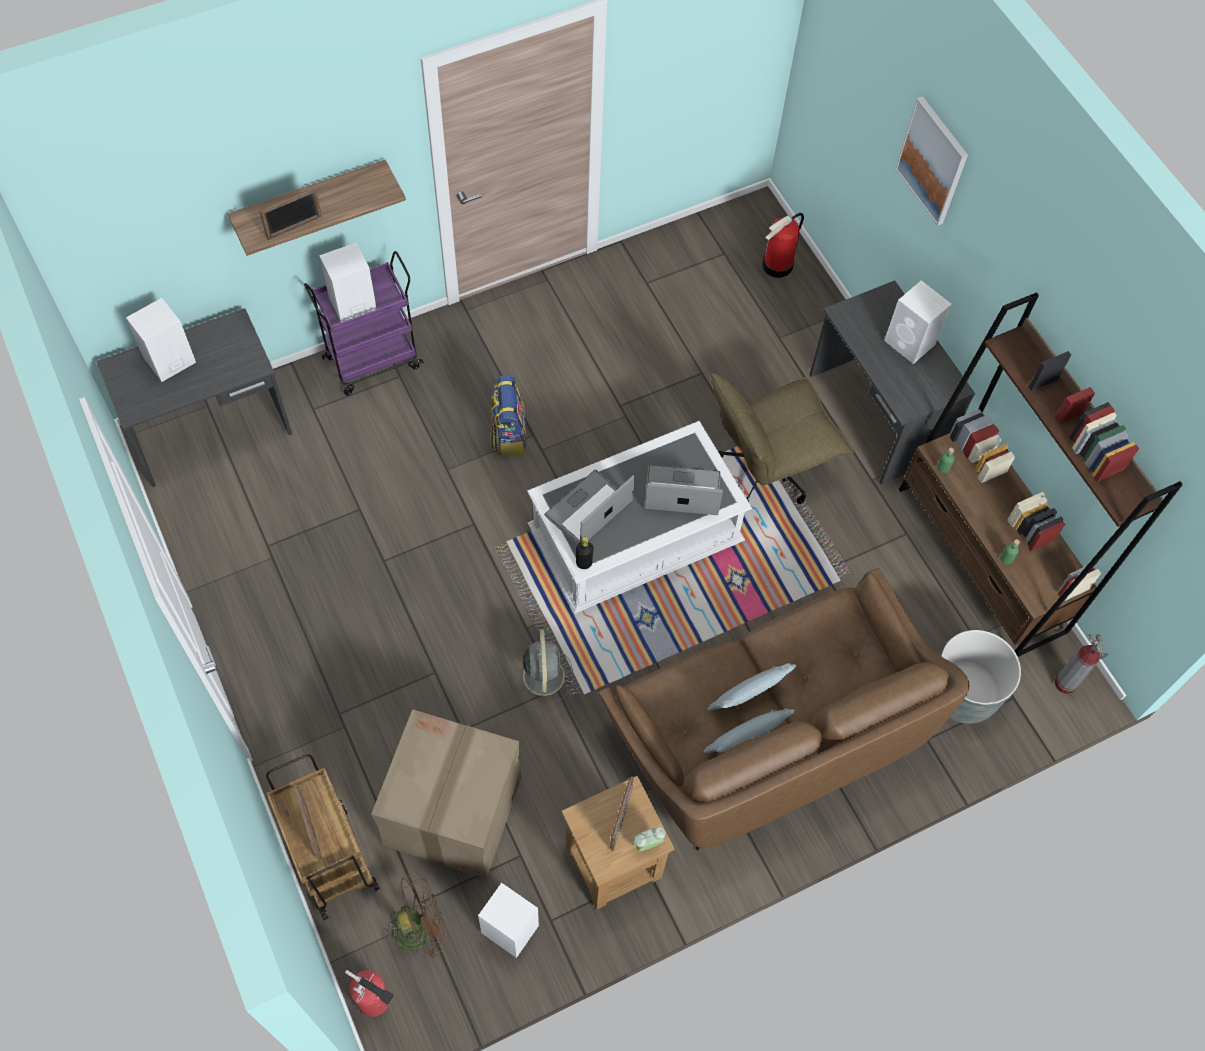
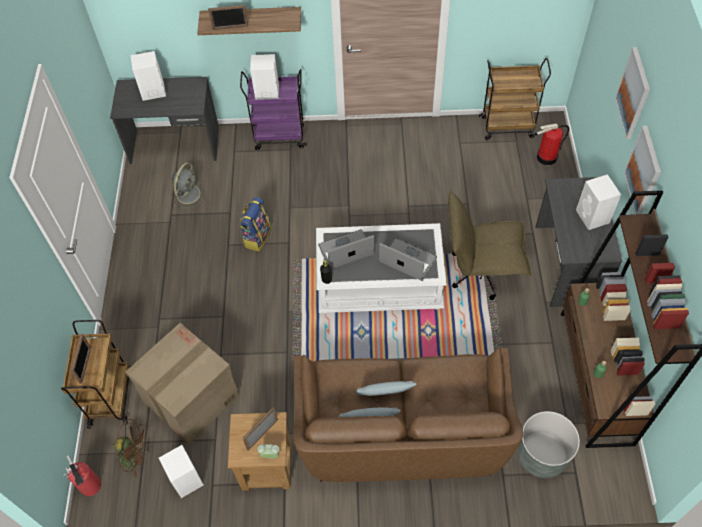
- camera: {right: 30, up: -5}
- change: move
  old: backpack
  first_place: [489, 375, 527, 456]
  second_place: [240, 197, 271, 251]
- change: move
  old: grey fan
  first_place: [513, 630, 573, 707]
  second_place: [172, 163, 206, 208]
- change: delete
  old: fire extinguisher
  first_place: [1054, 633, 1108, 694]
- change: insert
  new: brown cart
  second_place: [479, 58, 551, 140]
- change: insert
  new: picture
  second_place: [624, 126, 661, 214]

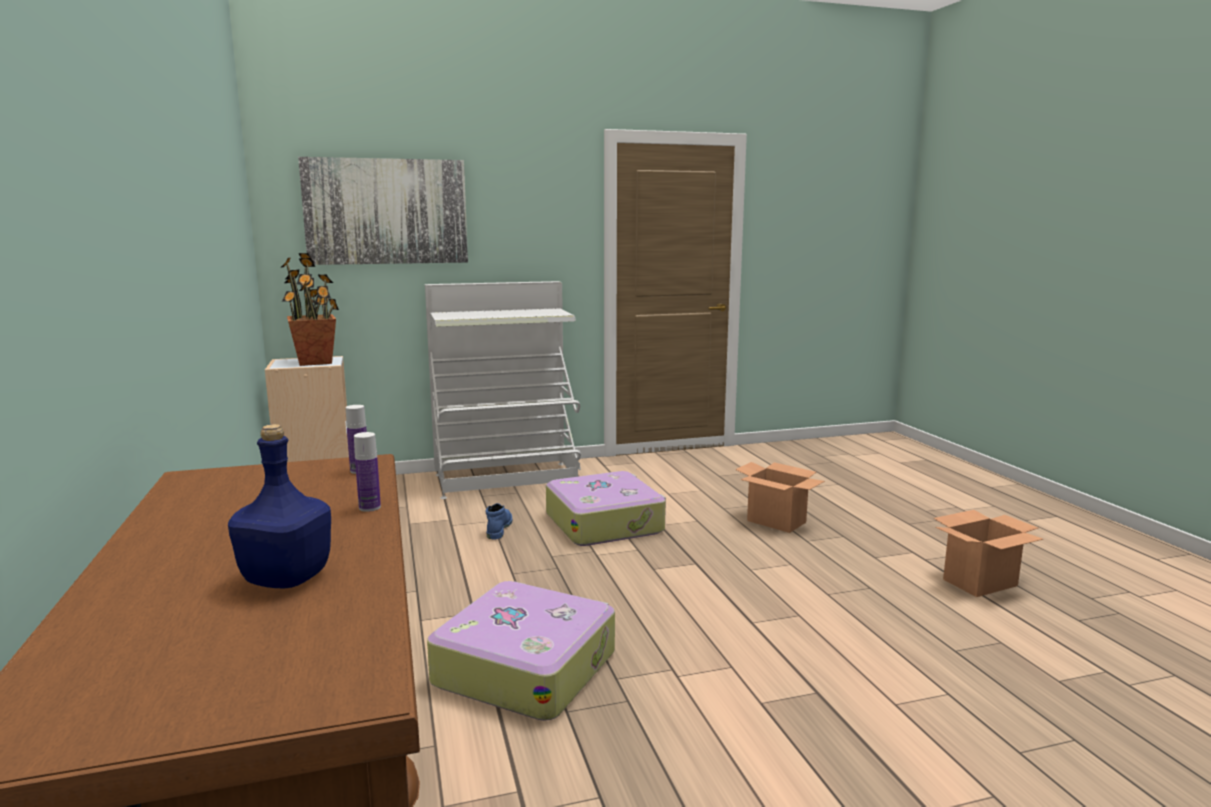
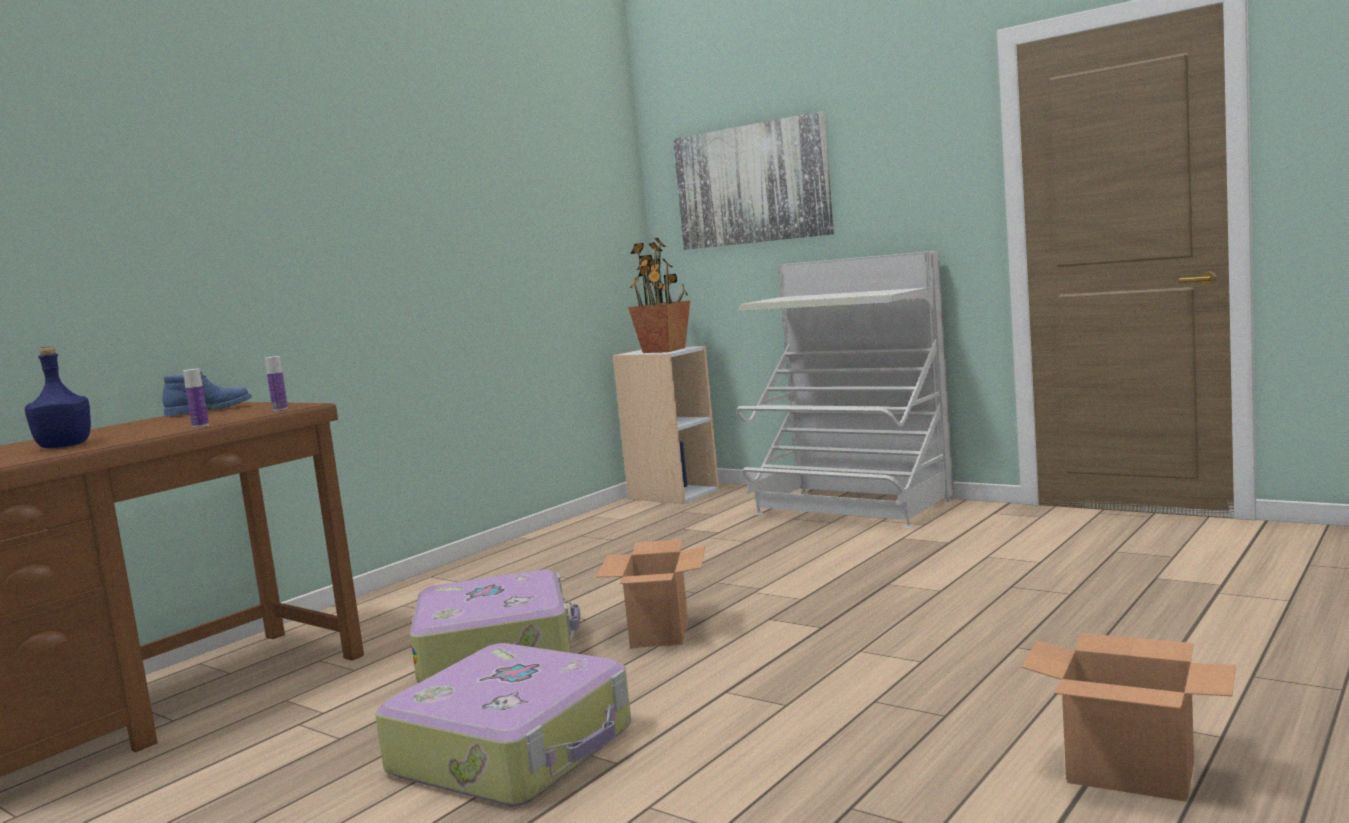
- camera: {right: 55, up: -5}
- change: move
  old: cardboard box
  first_place: [735, 462, 825, 533]
  second_place: [596, 539, 705, 648]
- change: move
  old: suitcase
  first_place: [546, 471, 666, 546]
  second_place: [375, 643, 631, 806]
- change: move
  old: blue boot
  first_place: [485, 503, 513, 539]
  second_place: [163, 372, 252, 417]

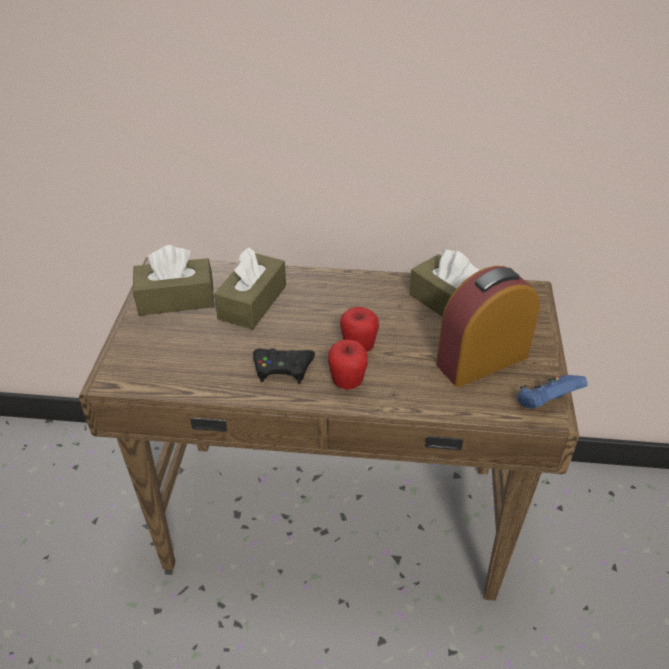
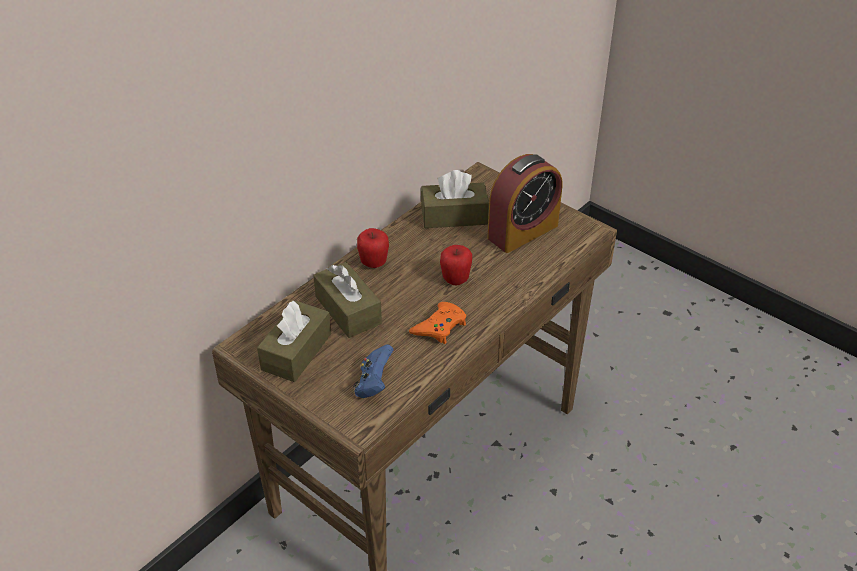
- camera: {right: -55, up: 0}
- change: rotate
  old: alarm clock
  first_place: [436, 266, 540, 387]
  second_place: [488, 154, 562, 253]
  degrees: -135
- change: move
  old: apple
  first_place: [328, 340, 368, 389]
  second_place: [357, 228, 389, 268]
- change: recolor
  old: black game controller
  new: orange game controller
  first_place: [253, 348, 315, 384]
  second_place: [409, 302, 466, 344]
- change: move
  old: blue game controller
  first_place: [517, 375, 587, 409]
  second_place: [353, 344, 393, 398]

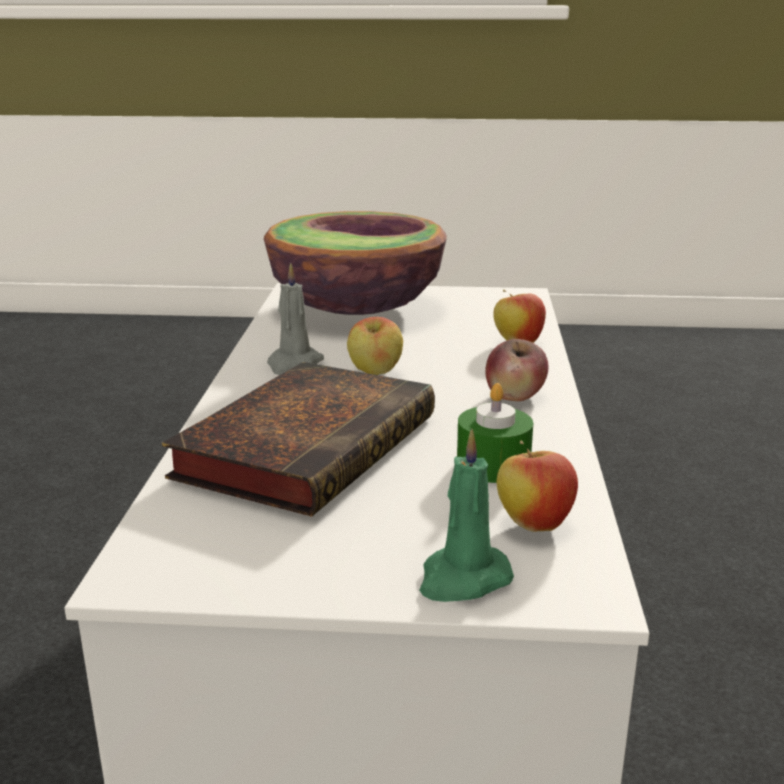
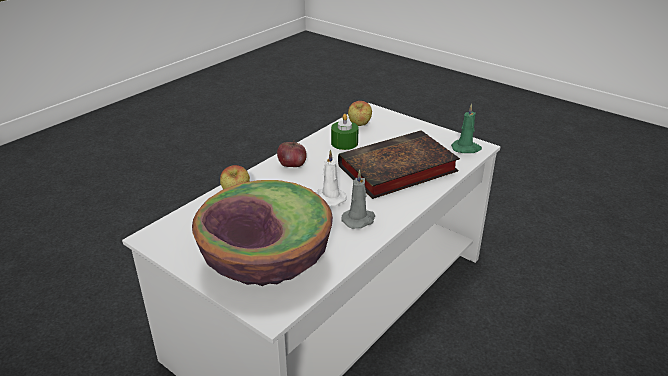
- camera: {right: -145, up: 10}
- change: replace
  old: apple
  new: white candle
  first_place: [347, 317, 403, 375]
  second_place: [317, 149, 347, 207]
- change: move
  old: green candle
  first_place: [419, 428, 514, 602]
  second_place: [451, 104, 482, 153]

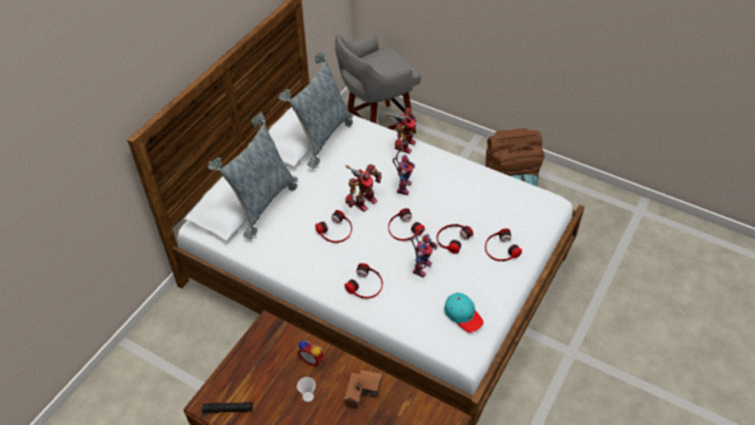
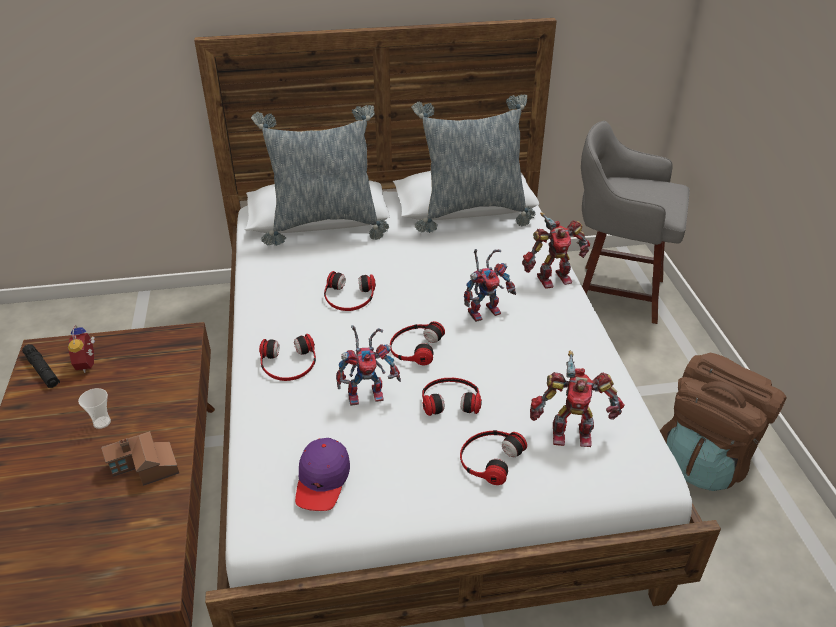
- camera: {right: 50, up: -10}
- change: move
  old: toy robot
  first_place: [345, 164, 382, 212]
  second_place: [530, 351, 625, 447]
- change: recolor
  old: turquoise cap
  new: purple cap
  first_place: [444, 293, 484, 333]
  second_place: [295, 438, 350, 511]
- change: move
  old: alarm clock
  first_place: [297, 340, 324, 366]
  second_place: [68, 324, 95, 373]

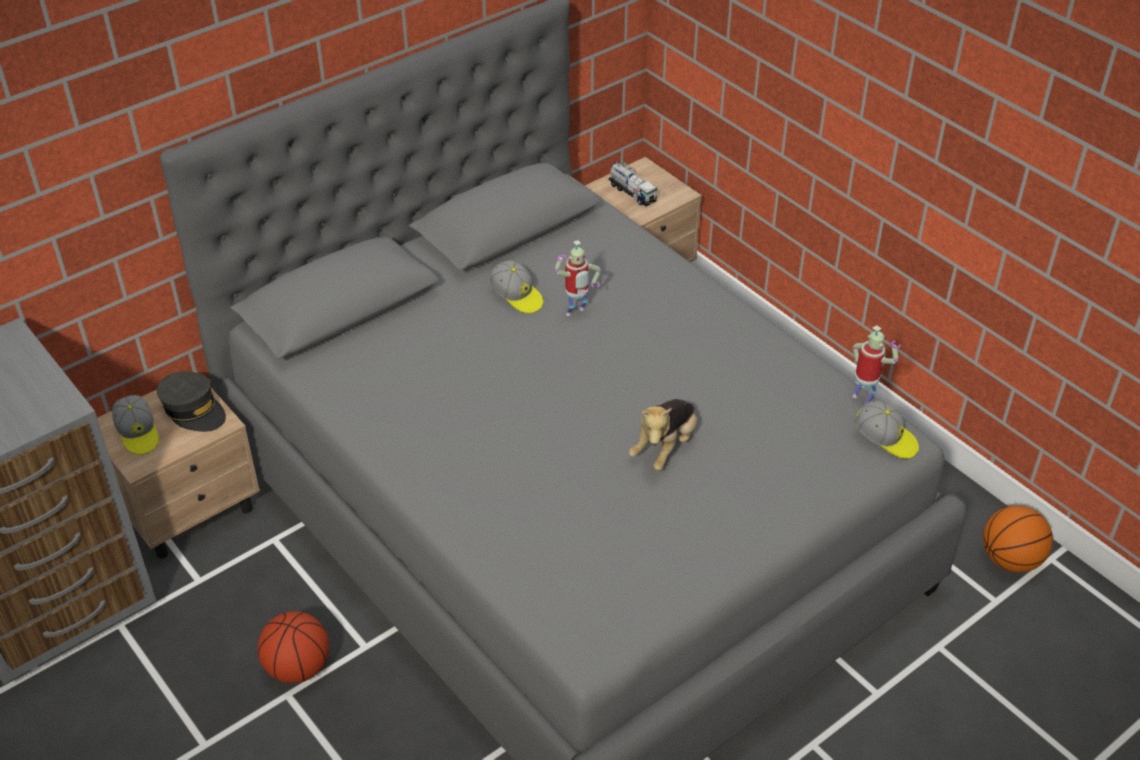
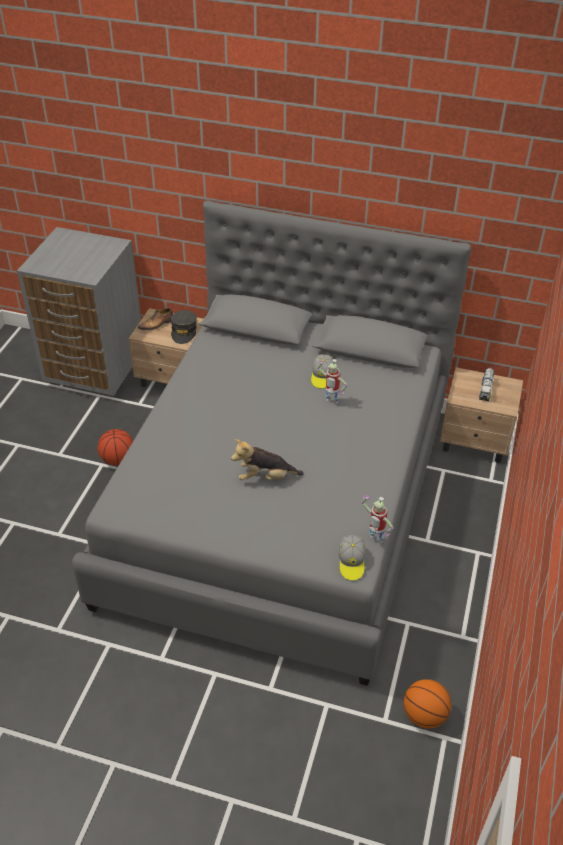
- camera: {right: 55, up: 0}
- change: rotate
  old: toy robot
  first_place: [852, 325, 901, 405]
  second_place: [361, 496, 394, 543]
  degrees: 105
- change: replace
  old: cap
  new: shoe
  first_place: [112, 395, 159, 455]
  second_place: [138, 308, 173, 330]

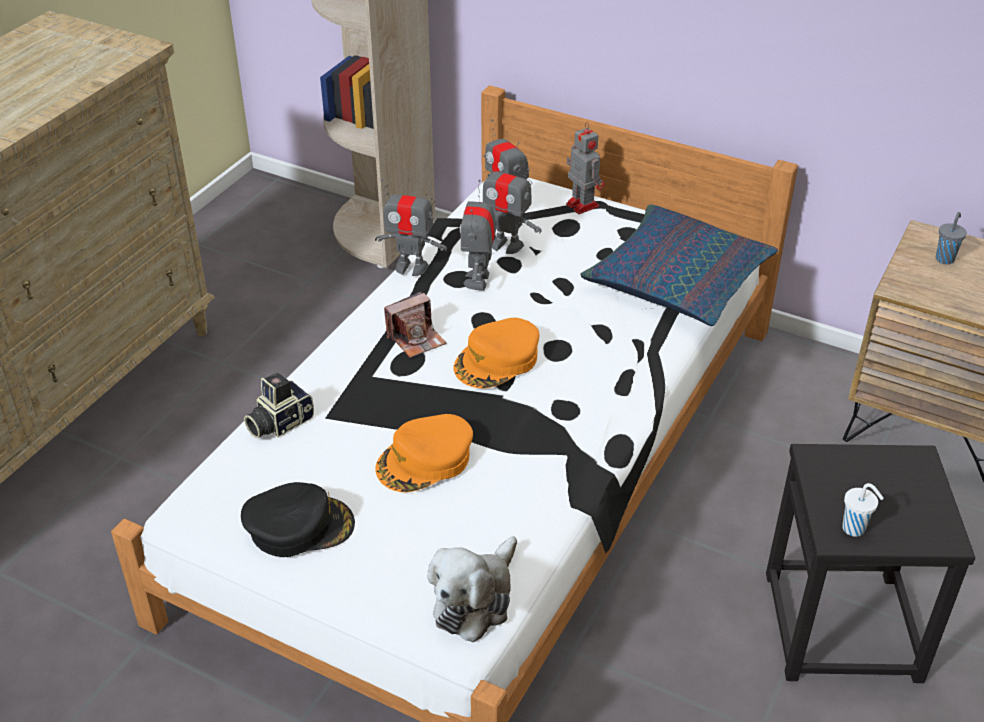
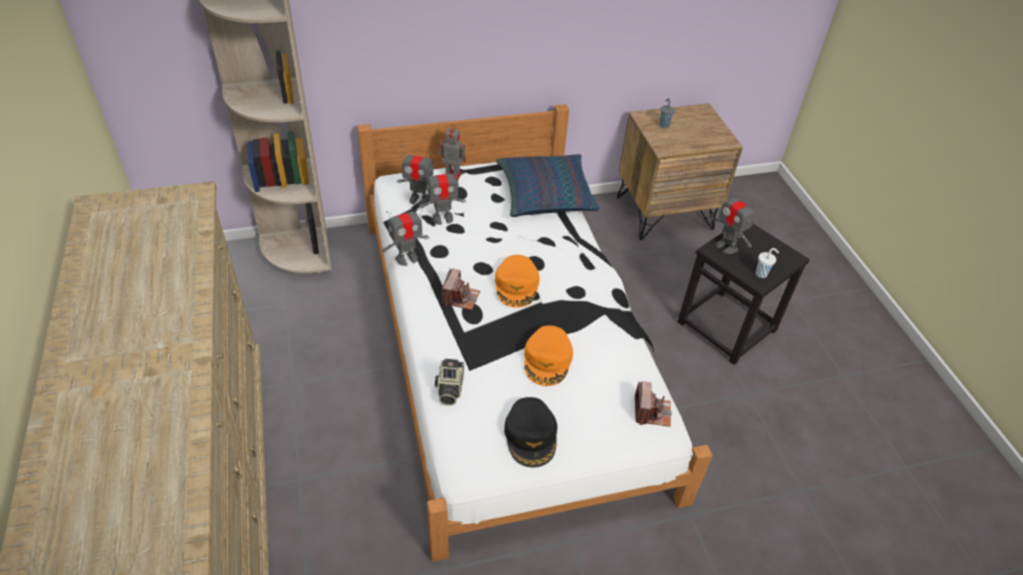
- camera: {right: -45, up: 5}
- change: move
  old: toy robot
  first_place: [460, 179, 496, 291]
  second_place: [714, 185, 756, 254]
- change: rotate
  old: black cap
  first_place: [241, 482, 355, 557]
  second_place: [504, 397, 557, 468]
  degrees: 135
- change: replace
  old: plush toy
  new: photo camera
  first_place: [427, 536, 517, 642]
  second_place: [635, 381, 672, 427]

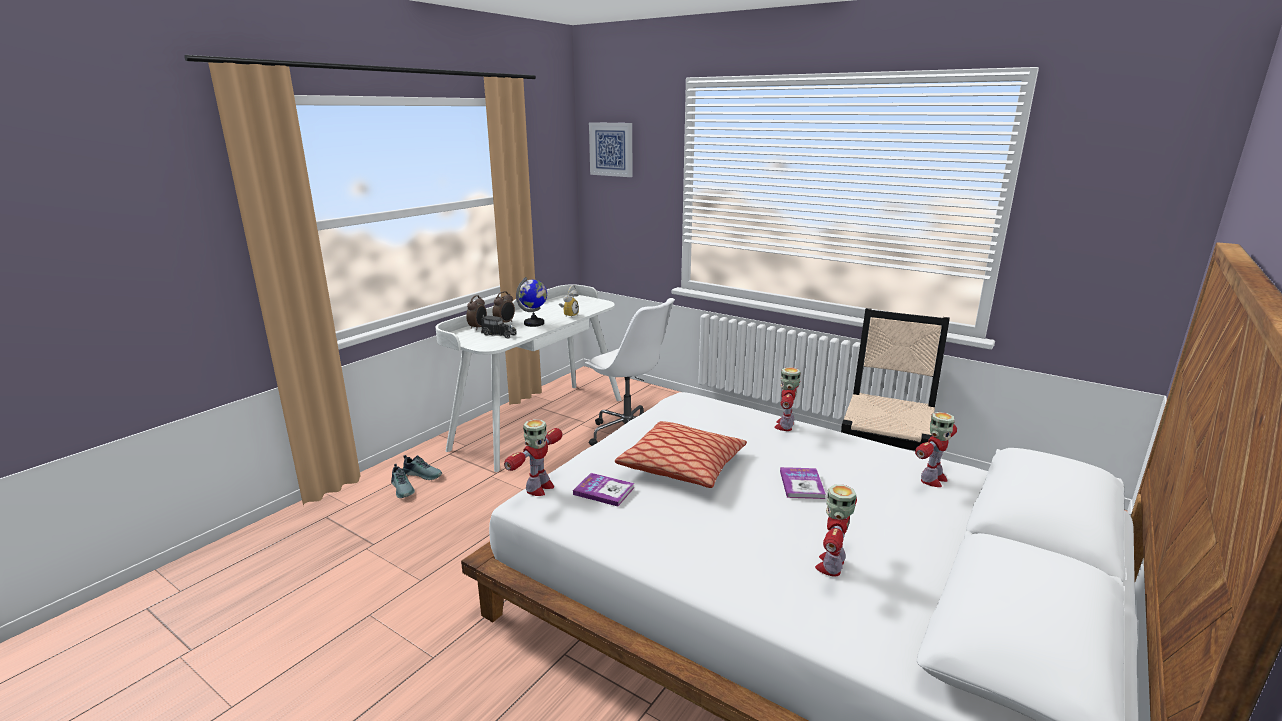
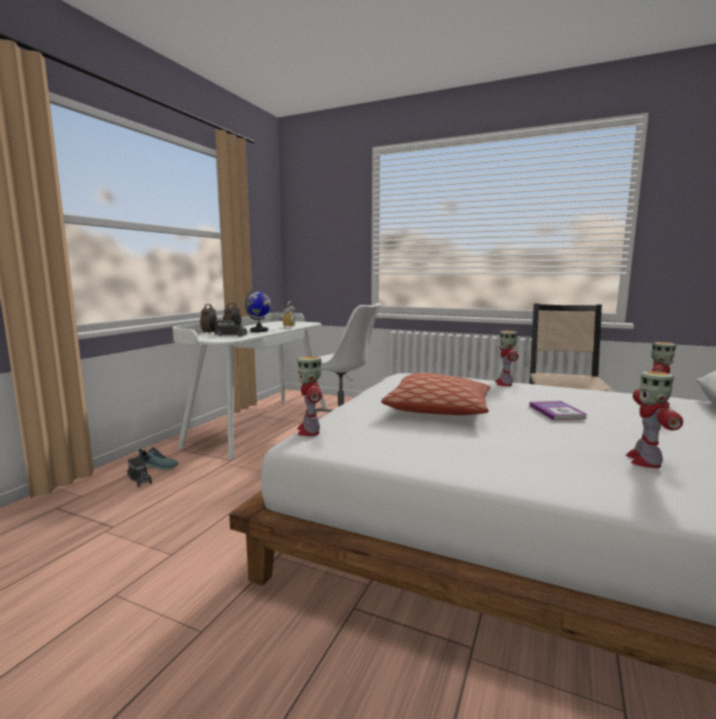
- camera: {right: -10, up: -10}
- change: delete
  old: picture
  first_place: [589, 122, 632, 177]
- change: rotate
  old: toy robot
  first_place: [504, 419, 562, 496]
  second_place: [297, 356, 322, 436]
  degrees: 150
- change: replace
  old: shoe
  new: toy truck
  first_place: [391, 464, 415, 498]
  second_place: [127, 455, 152, 487]
- change: delete
  old: book
  first_place: [573, 473, 634, 506]

